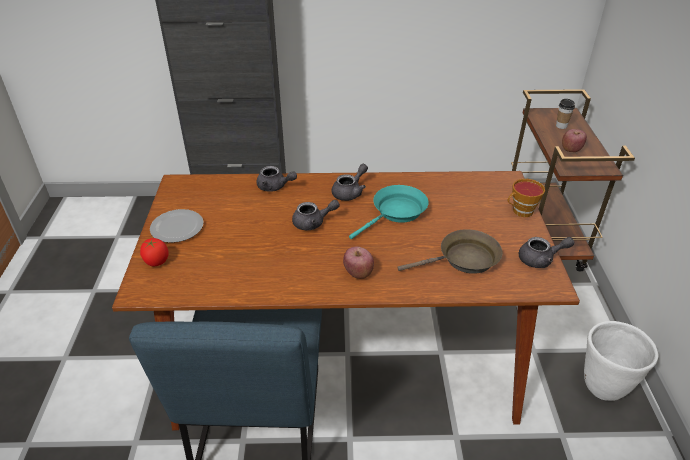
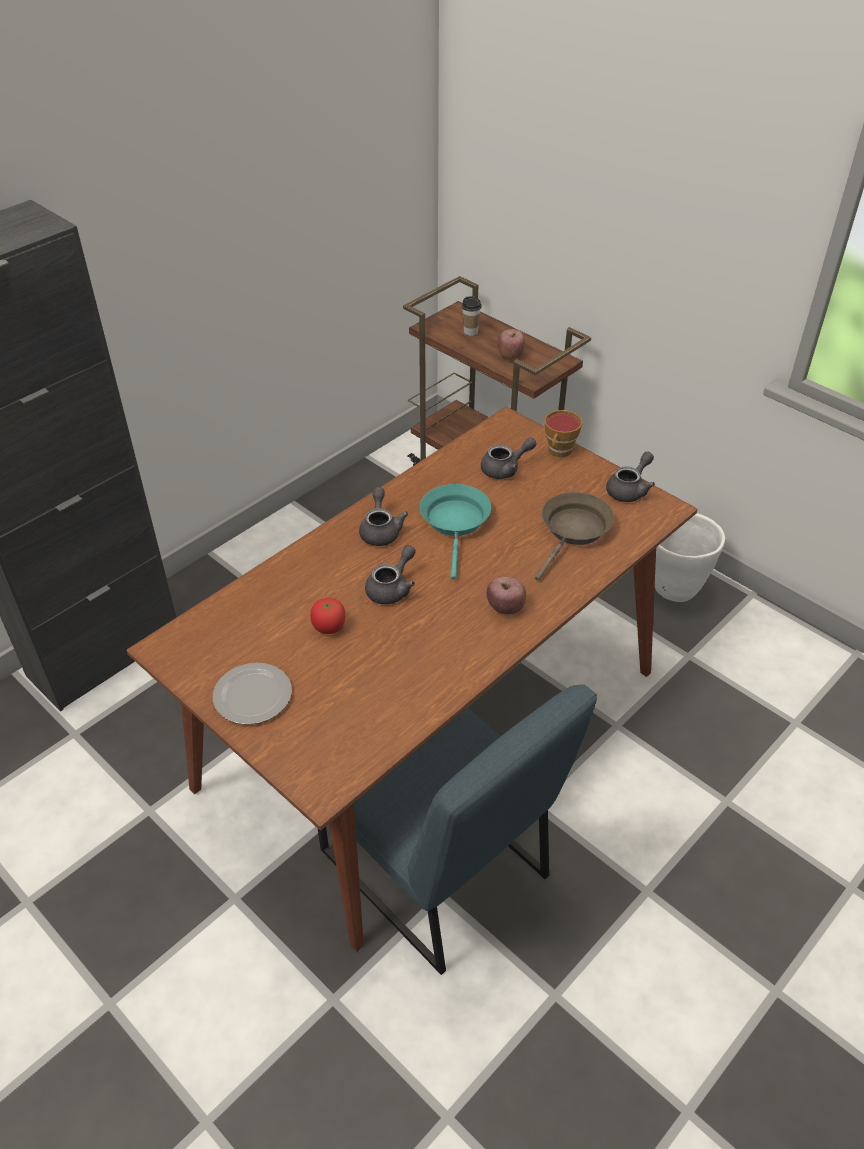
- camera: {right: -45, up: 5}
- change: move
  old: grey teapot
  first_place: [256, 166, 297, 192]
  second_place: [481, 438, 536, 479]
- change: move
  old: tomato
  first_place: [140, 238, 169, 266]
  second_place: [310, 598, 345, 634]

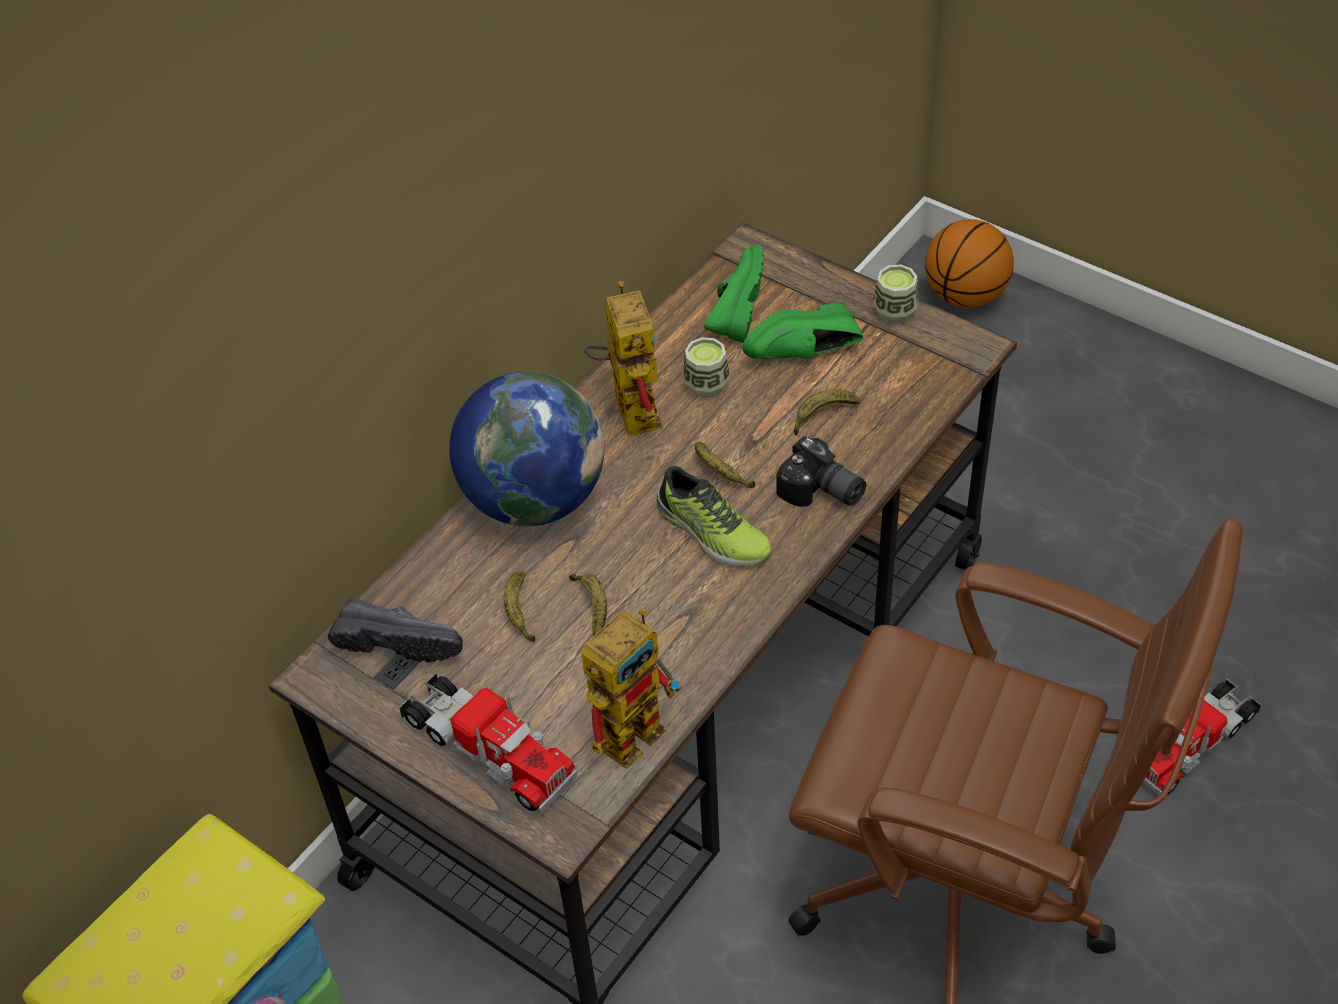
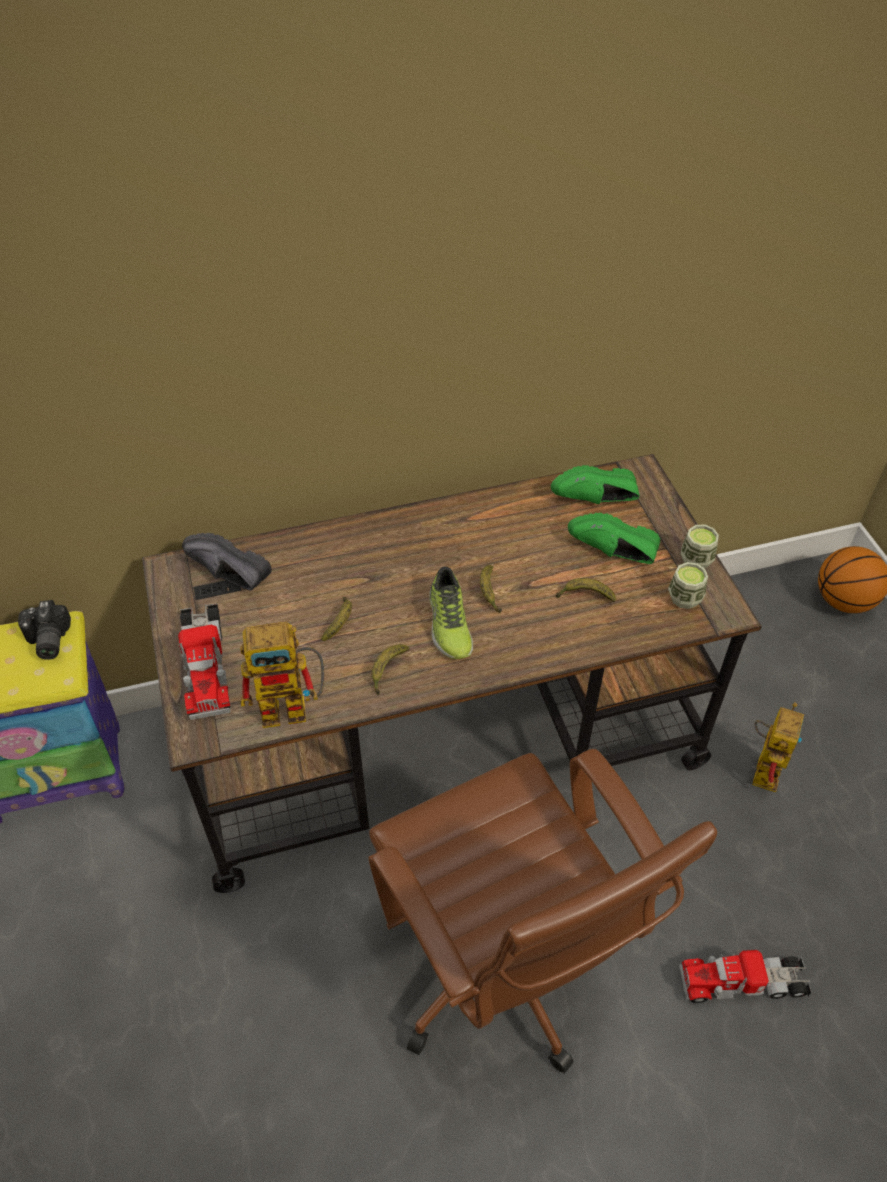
- camera: {right: 35, up: 0}
- change: rotate
  old: green shoe
  first_place: [704, 245, 764, 343]
  second_place: [551, 465, 640, 504]
  degrees: -150
- change: move
  old: toy robot
  first_place: [584, 281, 663, 436]
  second_place: [752, 702, 804, 792]
- change: move
  old: cup
  first_place: [683, 337, 730, 398]
  second_place: [668, 562, 708, 609]
- change: delete
  old: globe
  first_place: [449, 372, 604, 526]
- change: move
  old: photo camera
  first_place: [777, 436, 866, 507]
  second_place: [18, 600, 71, 660]
- change: move
  old: banana
  first_place: [504, 572, 535, 643]
  second_place: [372, 644, 410, 695]
- change: rotate
  old: black shoe
  first_place: [328, 598, 463, 663]
  second_place: [182, 533, 272, 591]
  degrees: 150

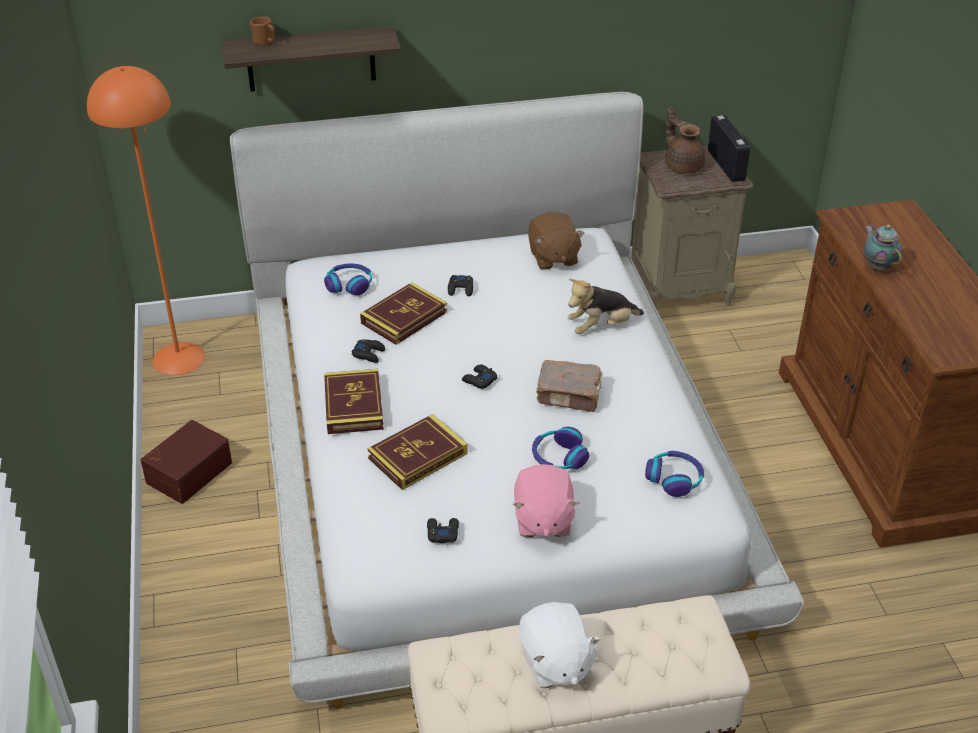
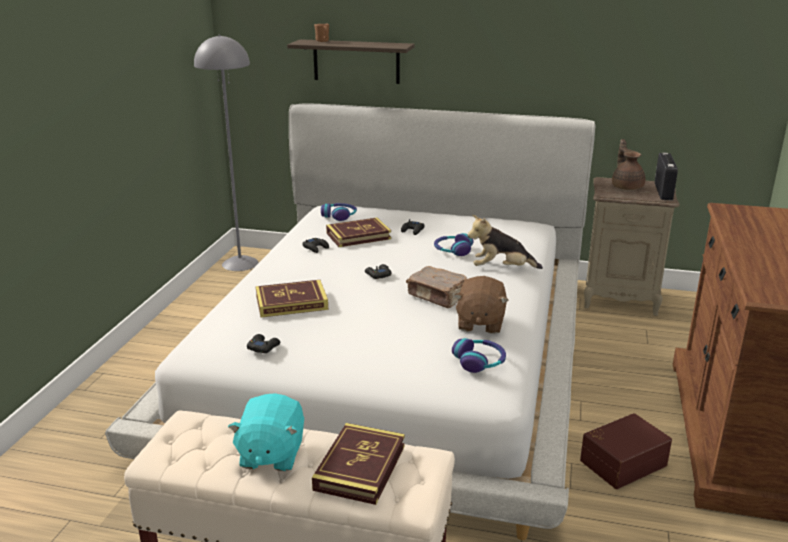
- camera: {right: 25, up: -15}
- change: recolor
  old: orange floor lamp
  new: grey floor lamp
  first_place: [87, 66, 205, 375]
  second_place: [194, 35, 259, 271]
- change: move
  old: brown plush toy
  first_place: [528, 212, 585, 270]
  second_place: [454, 276, 509, 334]
- change: delete
  old: teapot
  first_place: [864, 224, 902, 271]
- change: move
  old: book
  first_place: [324, 369, 384, 434]
  second_place: [312, 423, 405, 505]
- change: move
  old: brown storage box
  first_place: [140, 420, 232, 504]
  second_place: [580, 413, 672, 489]
- change: move
  old: headphones
  first_place: [532, 427, 589, 469]
  second_place: [434, 233, 474, 256]
- change: delete
  old: pink plush toy
  first_place: [513, 464, 579, 537]
- change: recolor
  old: white plush toy
  new: turquoise plush toy
  first_place: [519, 602, 601, 688]
  second_place: [228, 393, 304, 472]

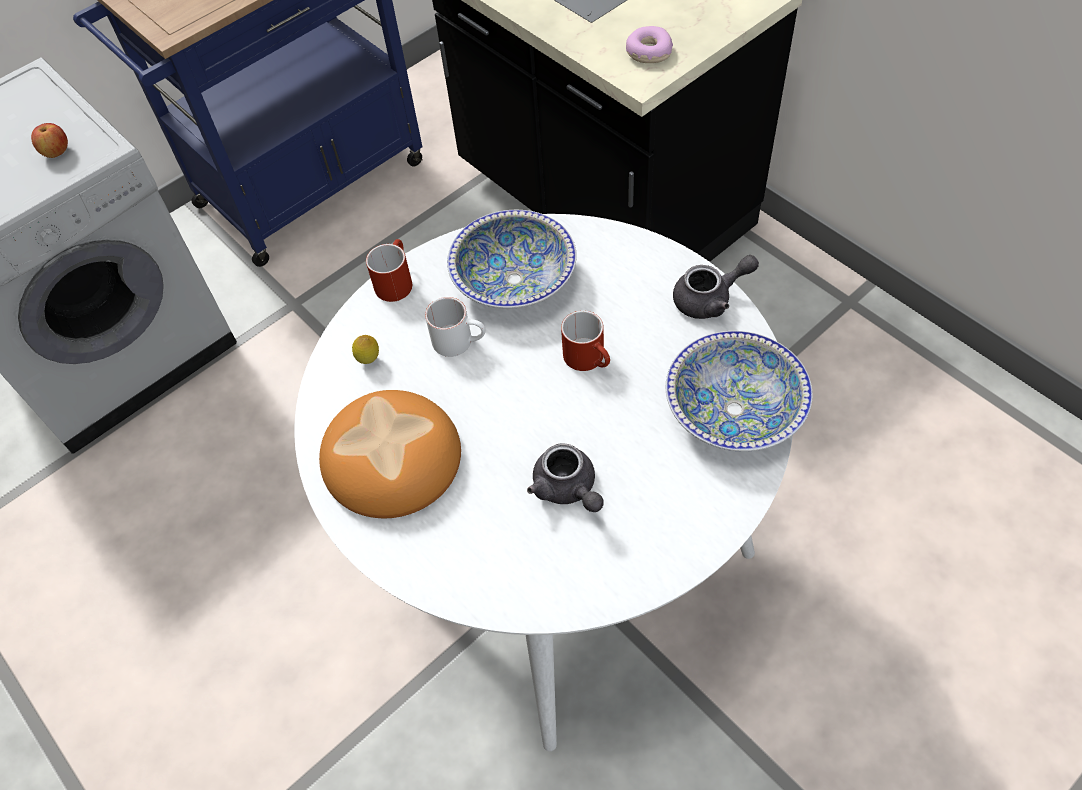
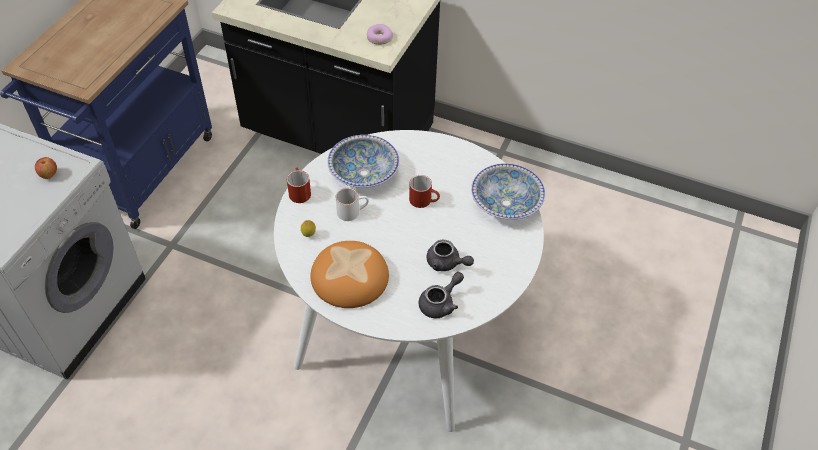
- camera: {right: -30, up: -5}
- change: move
  old: grey teapot
  first_place: [673, 255, 759, 319]
  second_place: [419, 272, 464, 318]

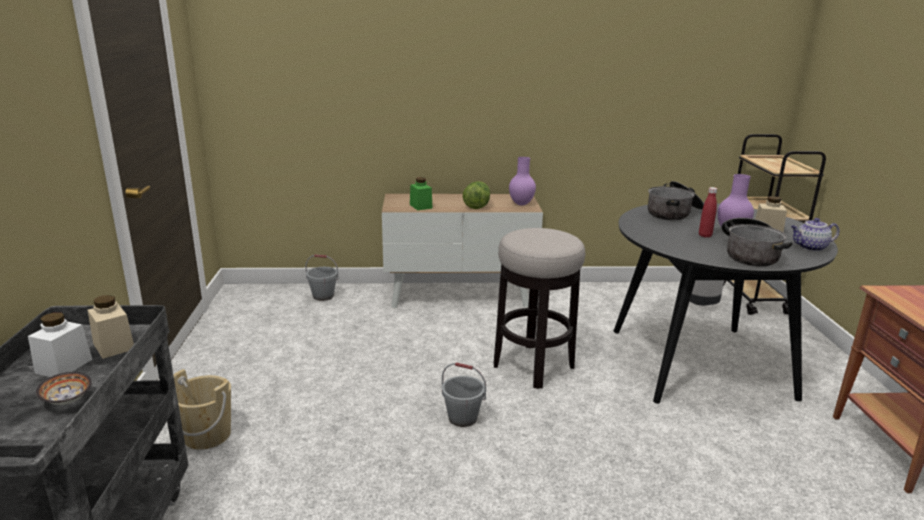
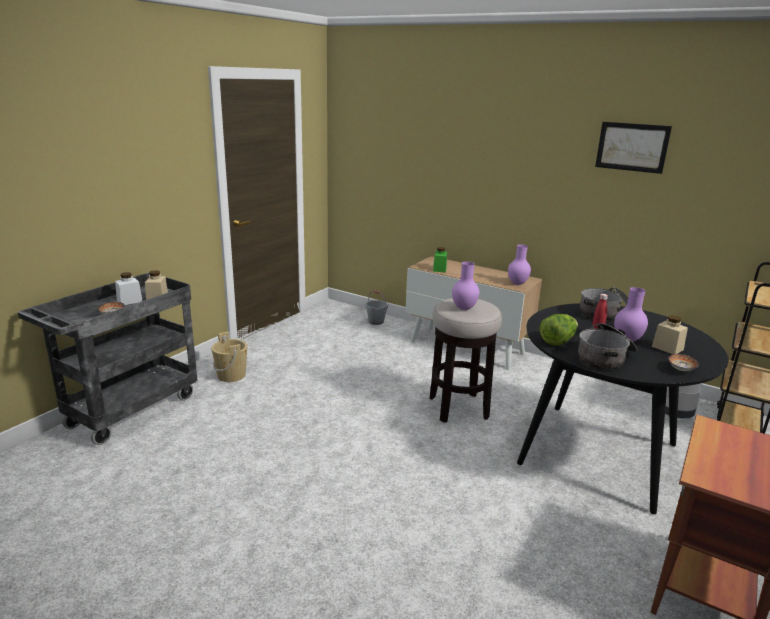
- camera: {right: 35, up: 0}
- change: move
  old: lettuce
  first_place: [463, 181, 490, 209]
  second_place: [540, 314, 578, 346]
- change: replace
  old: teapot
  new: bowl
  first_place: [791, 218, 839, 251]
  second_place: [668, 354, 699, 371]
- change: delete
  old: grey bucket
  first_place: [442, 362, 486, 427]
- change: insert
  new: picture
  second_place: [595, 122, 672, 174]
- change: insert
  new: purple vase
  second_place: [452, 261, 479, 310]

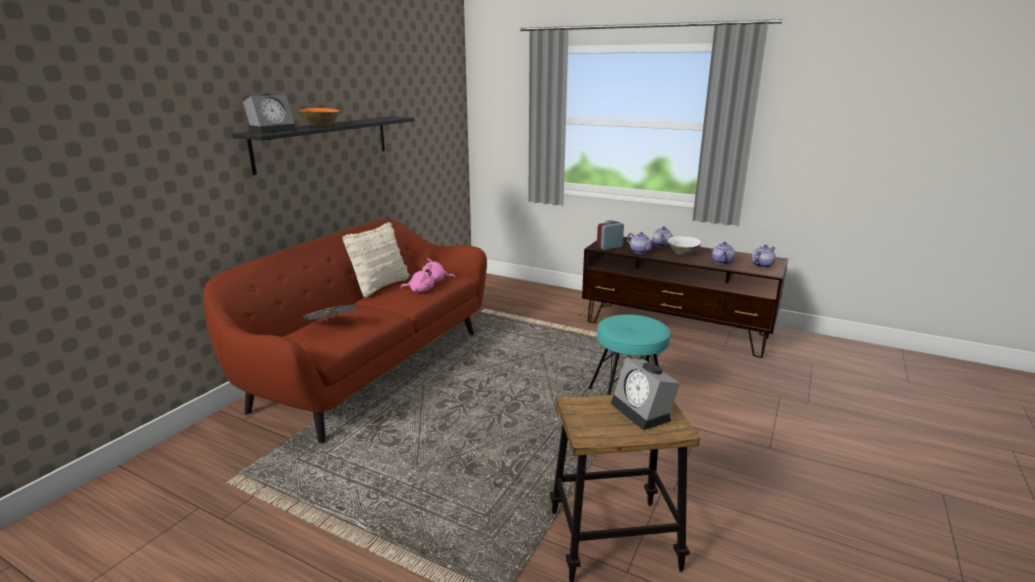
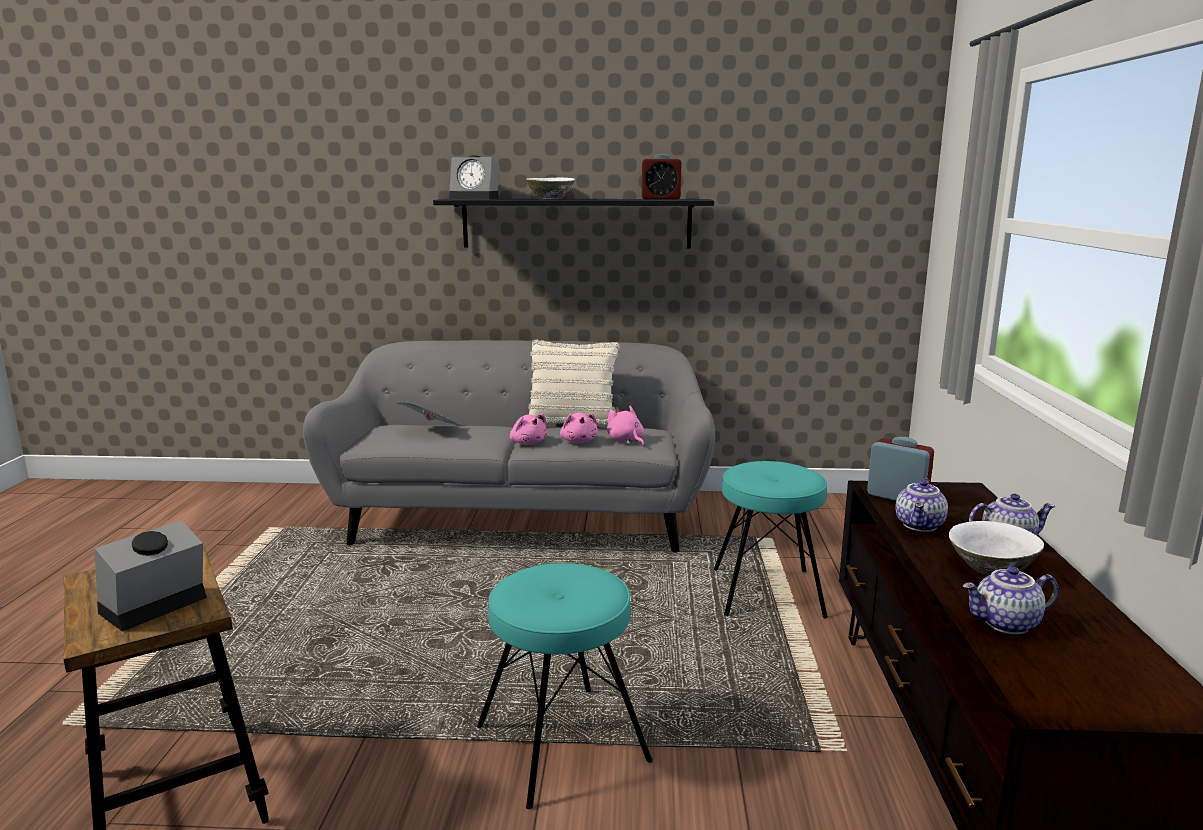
- camera: {right: 65, up: -5}
- change: recolor
  old: orange bowl
  new: white bowl
  first_place: [299, 108, 340, 126]
  second_place: [526, 177, 575, 199]
- change: recolor
  old: brown sofa
  new: grey sofa
  first_place: [203, 220, 487, 443]
  second_place: [303, 340, 715, 552]
- change: delete
  old: teapot
  first_place: [752, 245, 776, 268]
- change: insert
  new: alarm clock
  second_place: [642, 154, 682, 200]
- change: insert
  new: pink plush toy
  second_place: [510, 414, 548, 445]
- change: insert
  new: turquoise stool
  second_place: [714, 461, 828, 619]

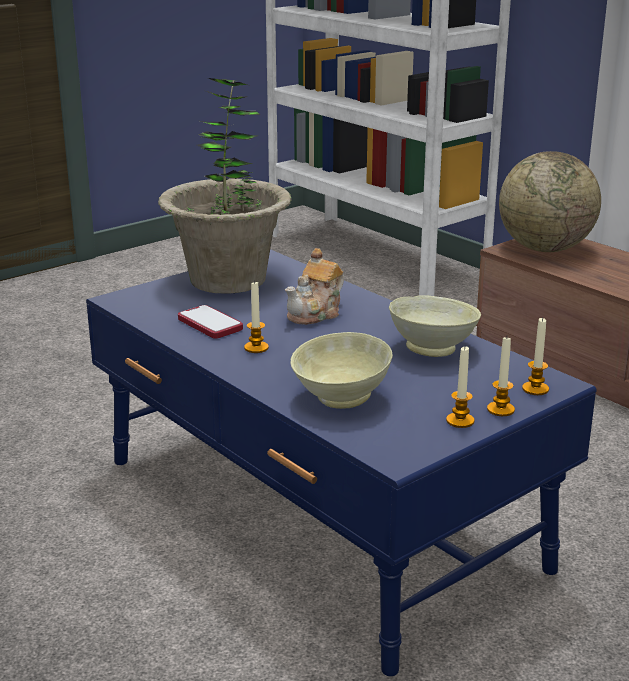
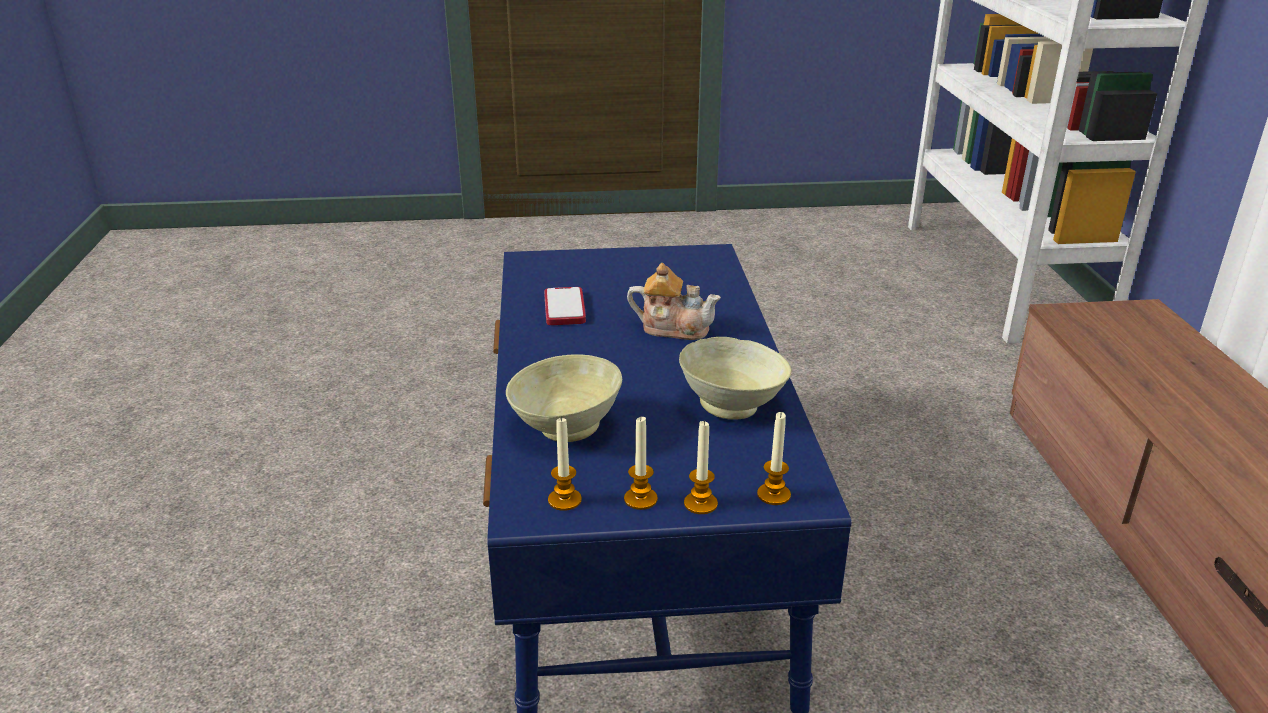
- camera: {right: 35, up: 5}
- change: delete
  old: potted plant
  first_place: [158, 78, 292, 293]
- change: delete
  old: globe
  first_place: [499, 151, 601, 252]
- change: rotate
  old: teapot
  first_place: [285, 248, 344, 325]
  second_place: [627, 263, 721, 340]
  degrees: -150
- change: move
  old: candle
  first_place: [244, 280, 269, 353]
  second_place: [548, 417, 582, 511]

